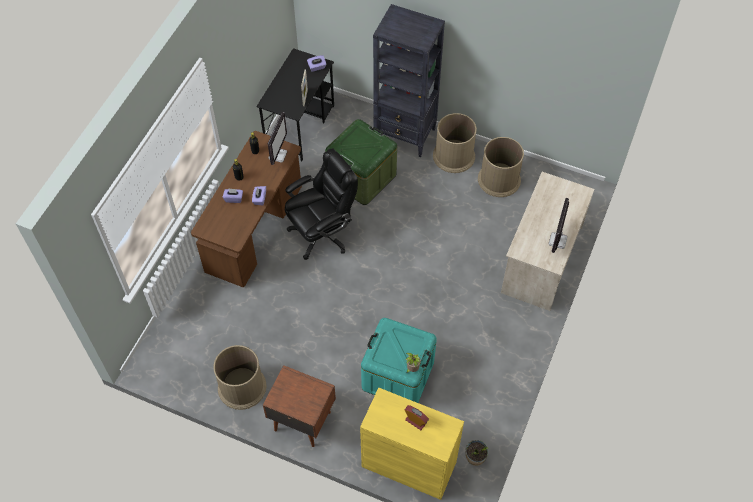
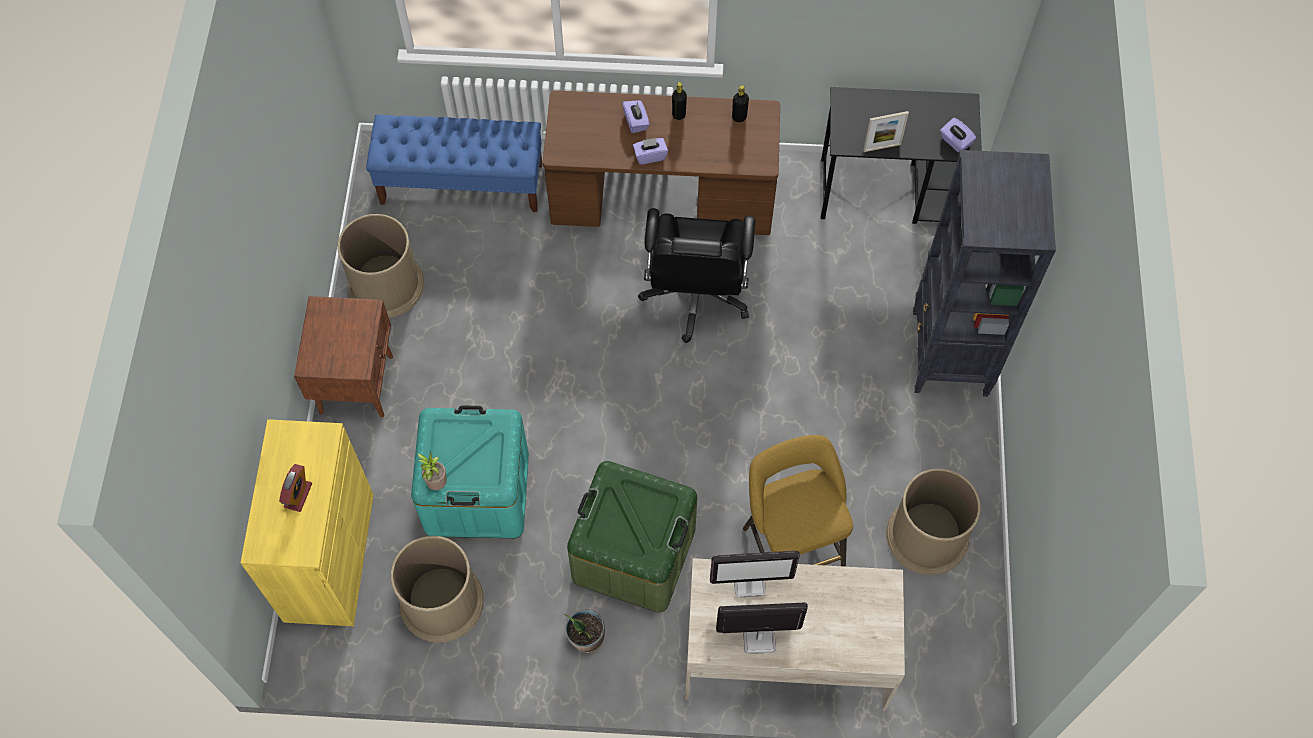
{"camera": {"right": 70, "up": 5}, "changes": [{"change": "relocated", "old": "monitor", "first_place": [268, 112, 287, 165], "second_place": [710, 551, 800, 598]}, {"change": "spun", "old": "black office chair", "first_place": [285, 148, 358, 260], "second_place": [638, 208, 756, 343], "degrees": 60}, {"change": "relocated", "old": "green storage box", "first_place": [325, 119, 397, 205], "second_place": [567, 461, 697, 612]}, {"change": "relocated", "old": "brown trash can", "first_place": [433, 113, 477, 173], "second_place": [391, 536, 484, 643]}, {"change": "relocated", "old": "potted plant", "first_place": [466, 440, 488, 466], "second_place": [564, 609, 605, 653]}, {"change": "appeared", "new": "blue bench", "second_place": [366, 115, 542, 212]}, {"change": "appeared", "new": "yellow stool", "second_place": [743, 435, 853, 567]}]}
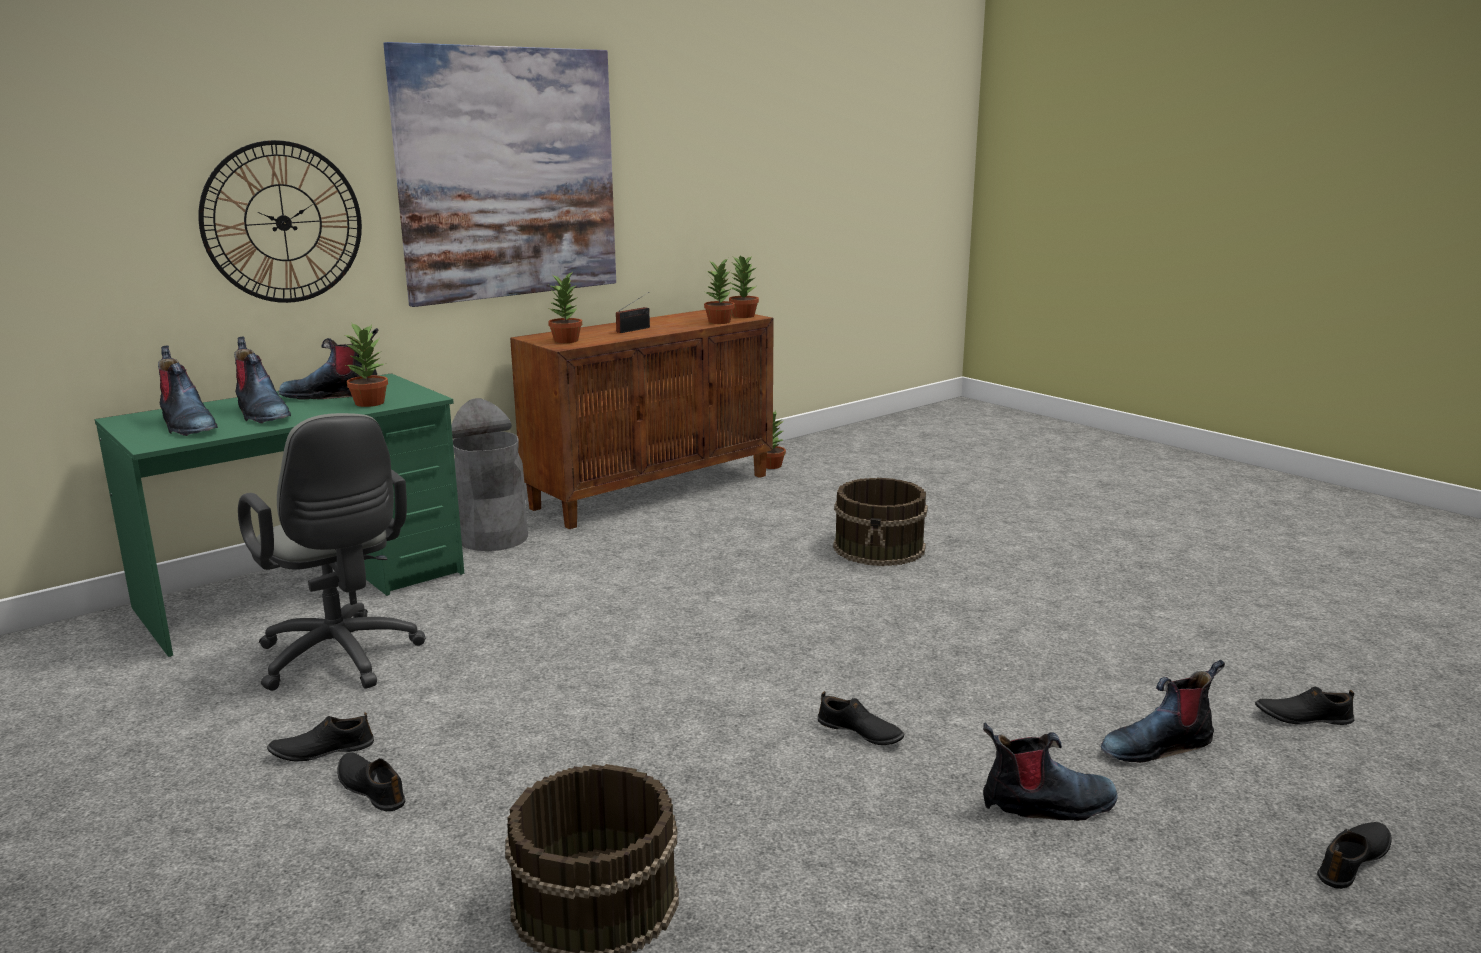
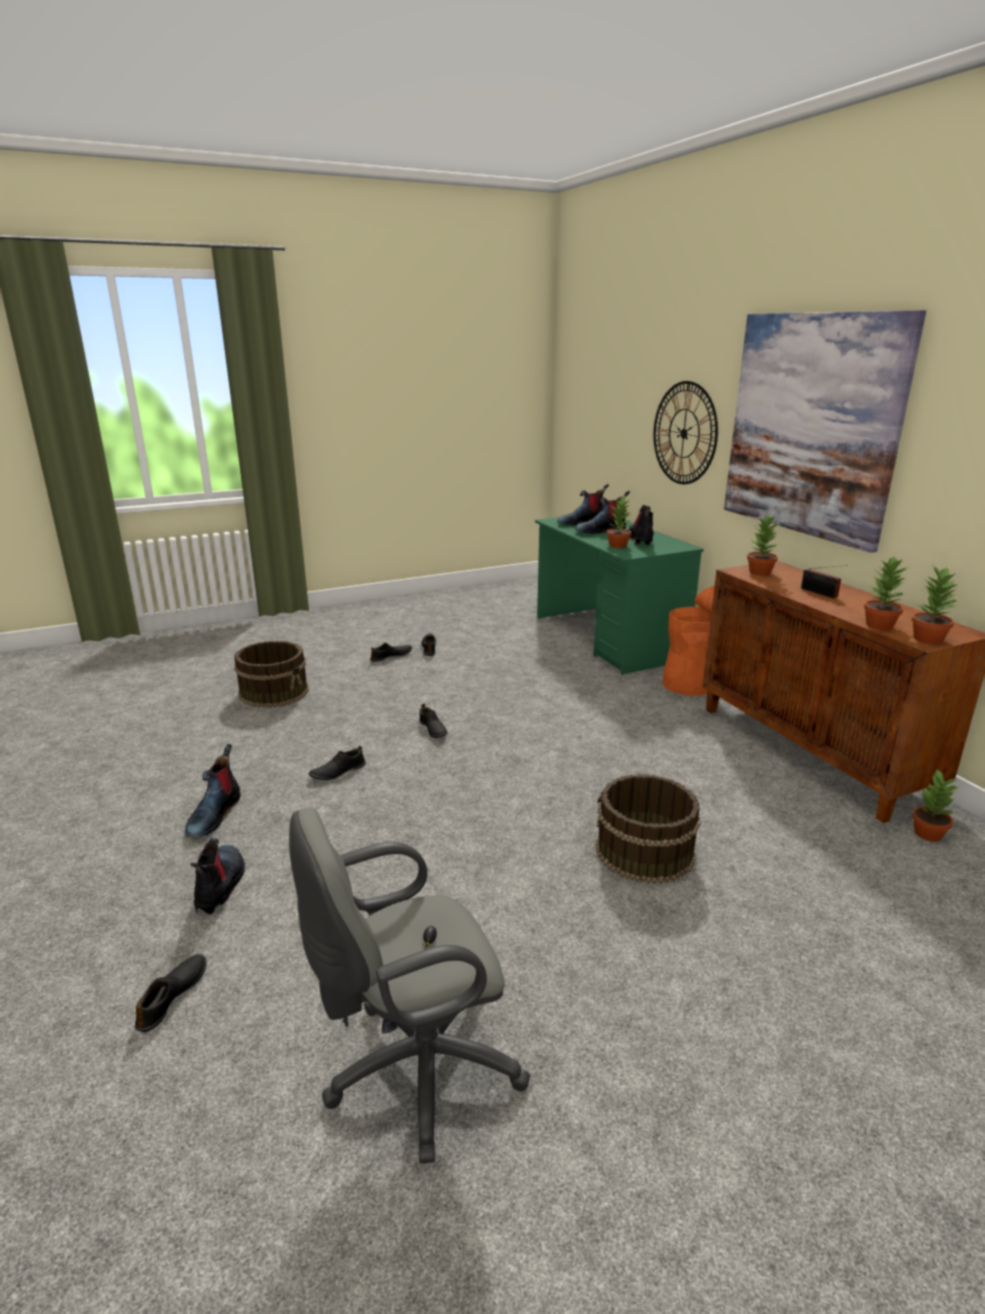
{"camera": {"right": 105, "up": 5}, "changes": [{"change": "relocated", "old": "grey office chair", "first_place": [238, 413, 426, 691], "second_place": [289, 808, 530, 1164]}, {"change": "colour", "old": "grey trash can", "new": "orange trash can", "first_place": [451, 398, 528, 551], "second_place": [663, 586, 714, 696]}, {"change": "relocated", "old": "black shoe", "first_place": [1317, 822, 1392, 889], "second_place": [419, 704, 448, 738]}]}
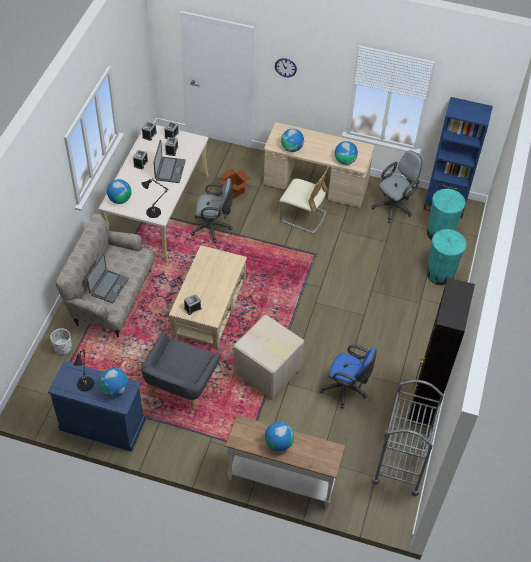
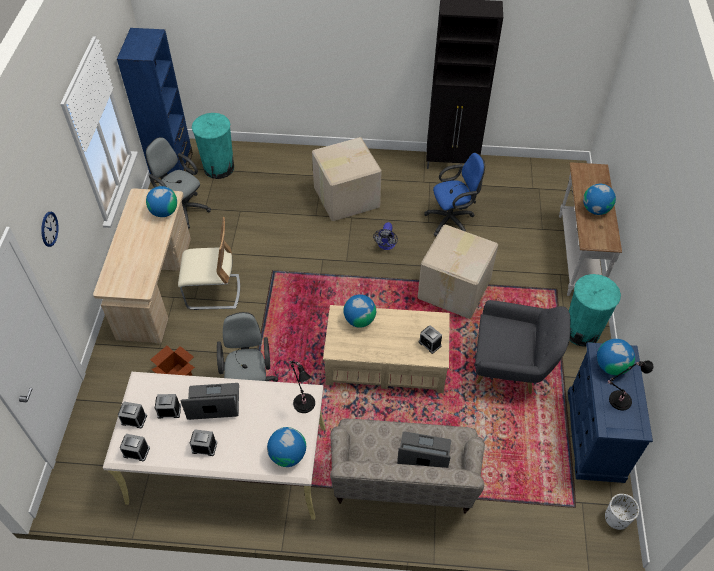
{"camera": {"right": -100, "up": 0}, "changes": [{"change": "relocated", "old": "white planter", "first_place": [50, 328, 72, 355], "second_place": [605, 494, 639, 530]}, {"change": "spun", "old": "beige chair", "first_place": [280, 164, 330, 234], "second_place": [178, 217, 240, 310], "degrees": 75}, {"change": "relocated", "old": "globe", "first_place": [281, 129, 304, 152], "second_place": [343, 294, 376, 328]}, {"change": "spun", "old": "blue office chair", "first_place": [319, 345, 377, 408], "second_place": [424, 153, 485, 236], "degrees": 60}, {"change": "missing", "old": "grey cart", "first_place": [372, 380, 444, 496]}, {"change": "relocated", "old": "turquoise trash can", "first_place": [427, 229, 467, 286], "second_place": [569, 274, 621, 347]}, {"change": "appeared", "new": "cardboard box", "second_place": [312, 137, 382, 221]}, {"change": "appeared", "new": "fan", "second_place": [373, 222, 398, 250]}]}
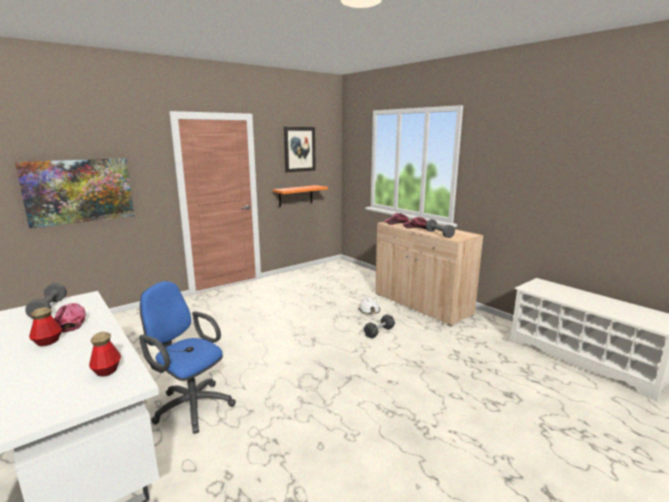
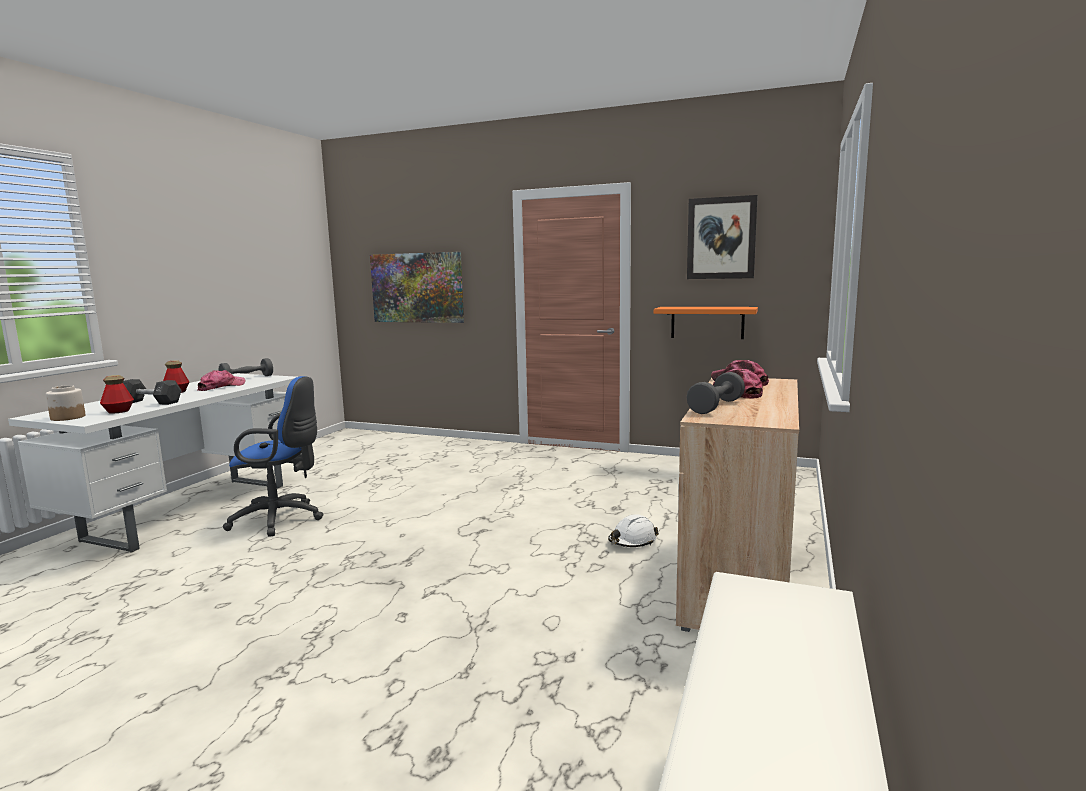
{"camera": {"right": 60, "up": -5}, "changes": [{"change": "spun", "old": "blue office chair", "first_place": [139, 281, 236, 434], "second_place": [223, 376, 324, 537], "degrees": 90}, {"change": "relocated", "old": "black dumbbell", "first_place": [364, 314, 395, 339], "second_place": [123, 379, 182, 405]}, {"change": "appeared", "new": "jar", "second_place": [46, 385, 86, 421]}]}
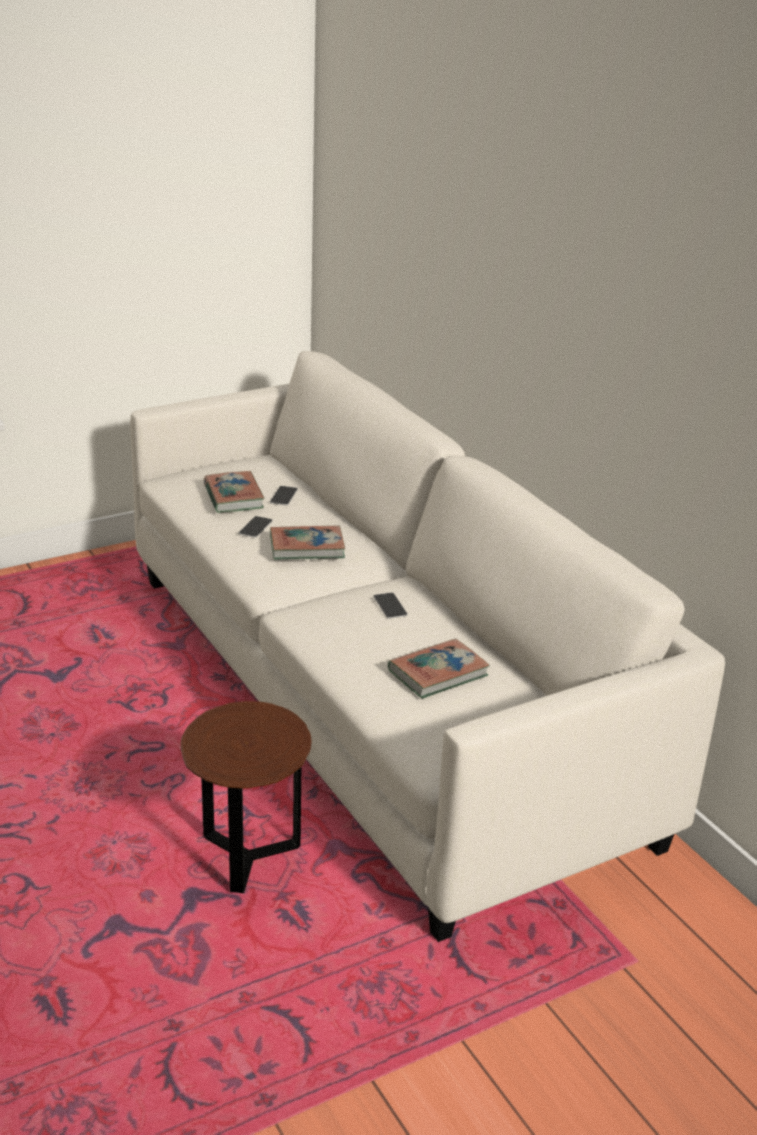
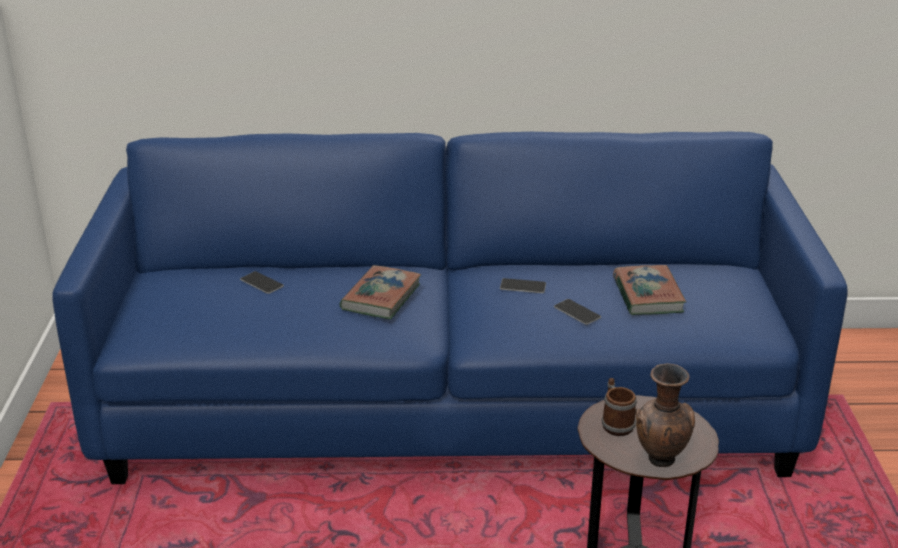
{"camera": {"right": -60, "up": 0}, "changes": [{"change": "colour", "old": "white sofa", "new": "blue sofa", "first_place": [130, 351, 725, 942], "second_place": [52, 132, 847, 484]}, {"change": "missing", "old": "book", "first_place": [204, 471, 265, 513]}, {"change": "relocated", "old": "phone", "first_place": [239, 516, 273, 538], "second_place": [554, 299, 601, 325]}, {"change": "appeared", "new": "mug", "second_place": [601, 378, 637, 436]}, {"change": "appeared", "new": "brown vase", "second_place": [635, 364, 695, 467]}]}
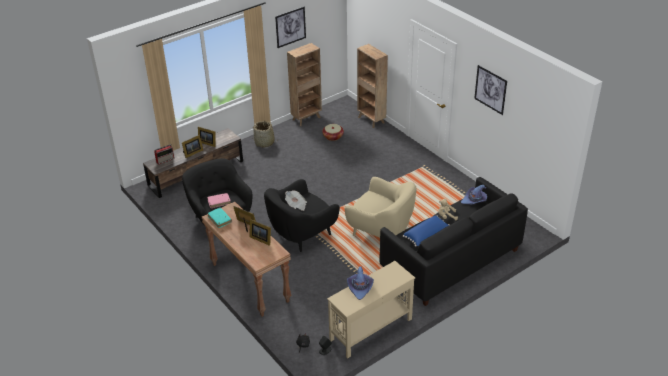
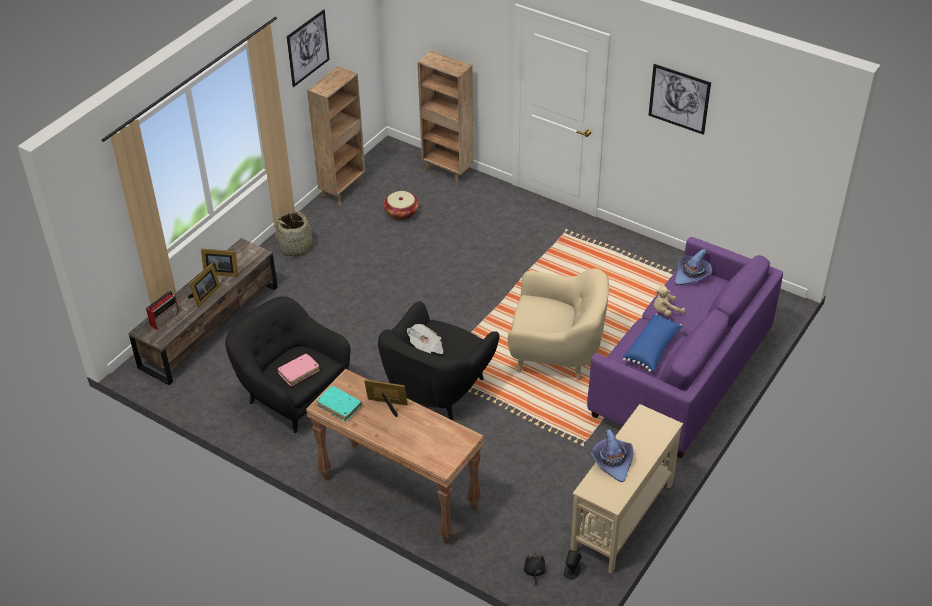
{"camera": {"right": -20, "up": 5}, "changes": [{"change": "missing", "old": "picture frame", "first_place": [249, 219, 271, 246]}, {"change": "colour", "old": "black sofa", "new": "purple sofa", "first_place": [380, 177, 528, 306], "second_place": [587, 237, 783, 458]}]}
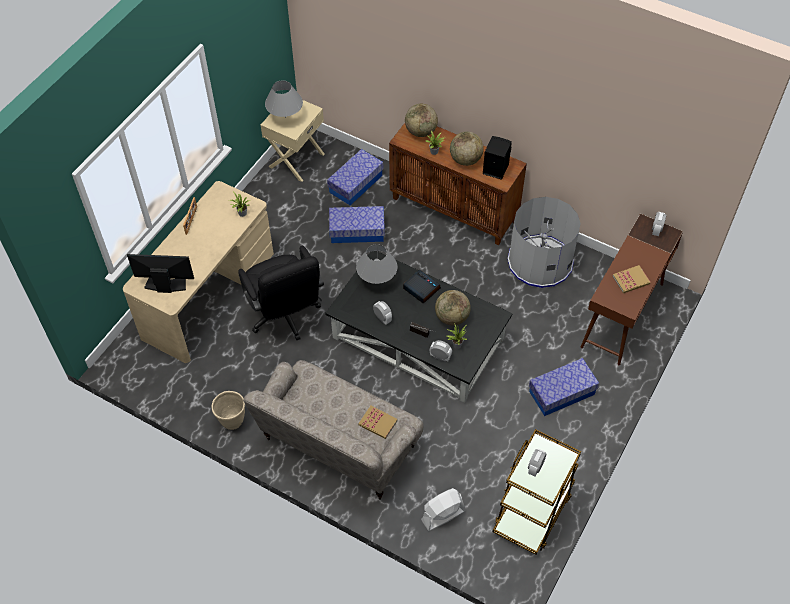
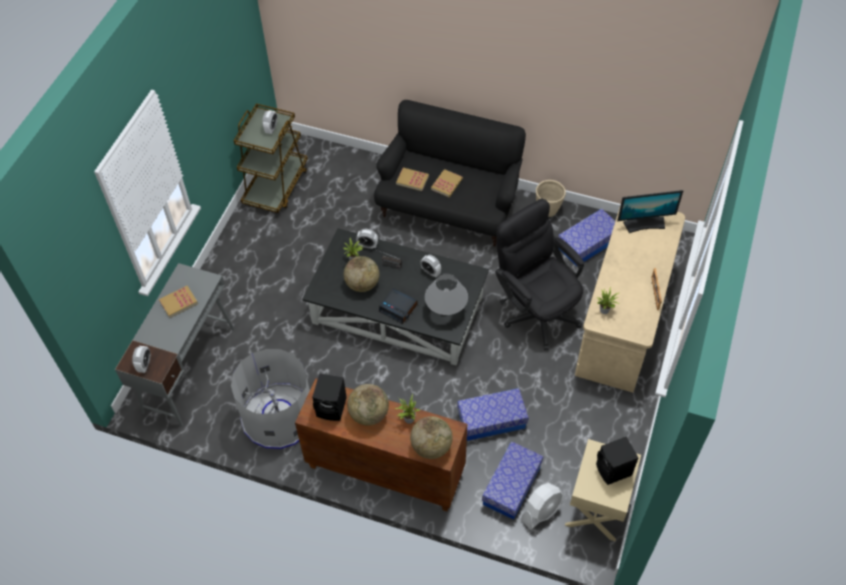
{"camera": {"right": 170, "up": 0}, "changes": [{"change": "colour", "old": "beige sofa", "new": "black sofa", "first_place": [243, 360, 424, 500], "second_place": [374, 100, 526, 246]}, {"change": "exchanged", "old": "grey table lamp", "new": "black speaker", "first_place": [265, 80, 303, 118], "second_place": [596, 437, 638, 485]}, {"change": "relocated", "old": "white fan", "first_place": [421, 488, 466, 531], "second_place": [520, 483, 563, 530]}, {"change": "relocated", "old": "storage box", "first_place": [529, 358, 600, 416], "second_place": [558, 209, 615, 266]}, {"change": "colour", "old": "brown desk", "new": "grey desk", "first_place": [581, 214, 683, 365], "second_place": [115, 263, 234, 427]}, {"change": "appeared", "new": "book", "second_place": [431, 169, 463, 197]}]}
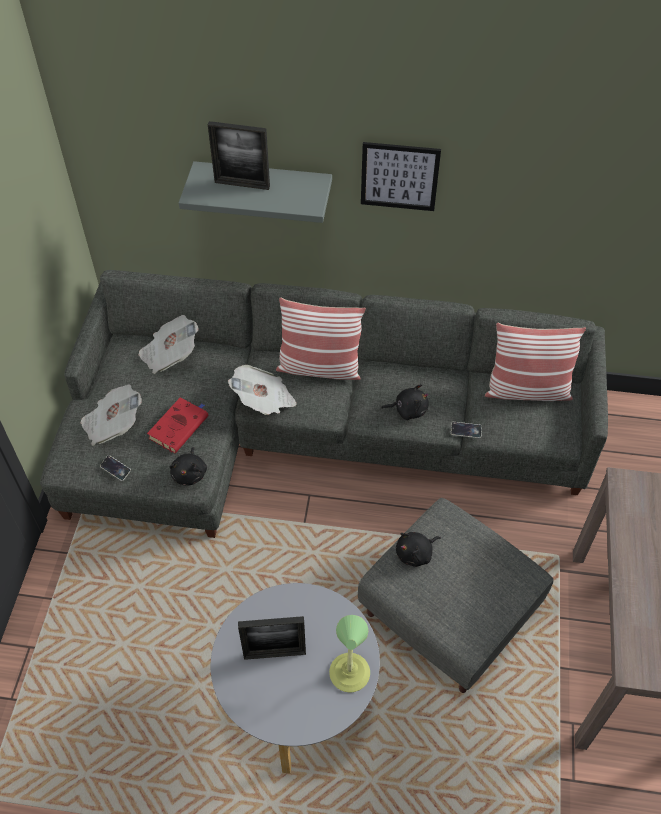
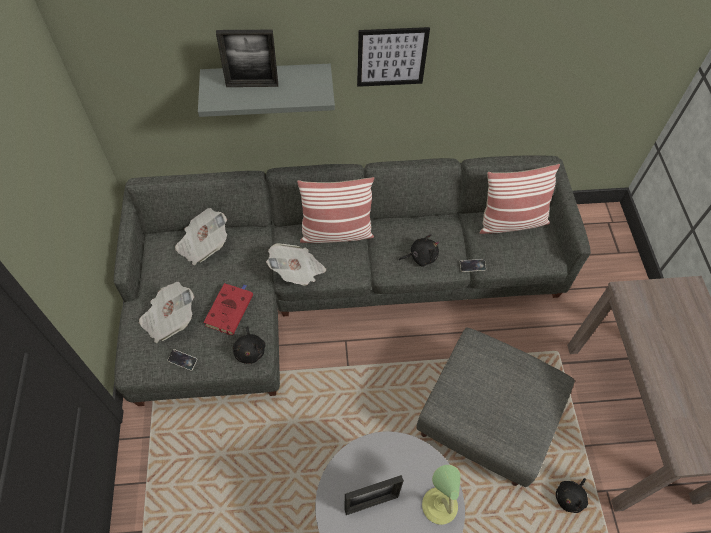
{"camera": {"right": -15, "up": 5}, "changes": [{"change": "relocated", "old": "black plush toy", "first_place": [396, 532, 441, 567], "second_place": [556, 478, 588, 513]}]}
